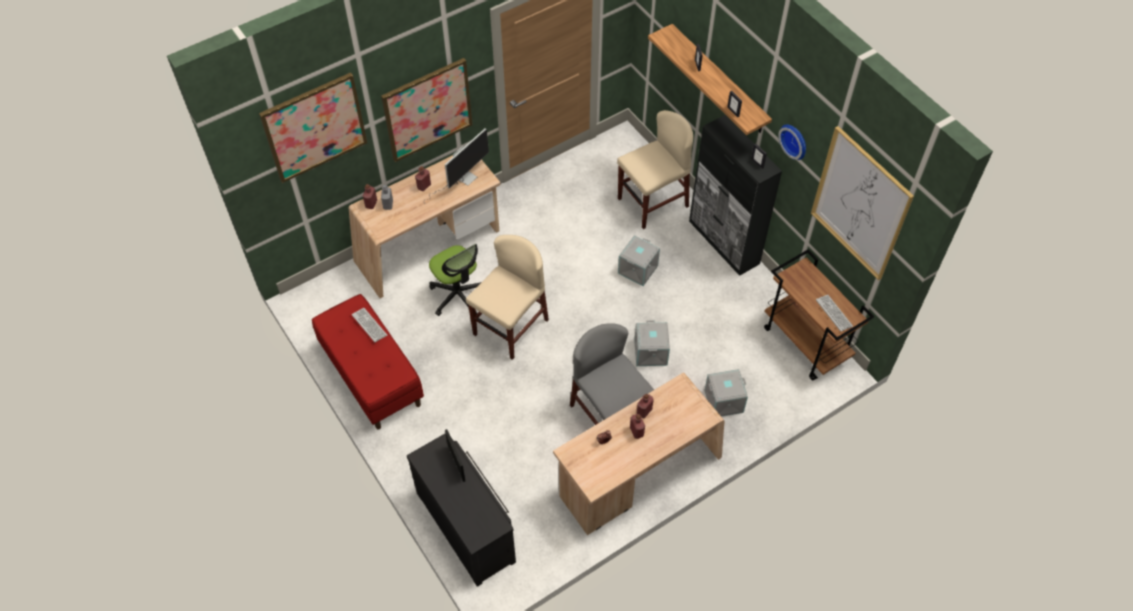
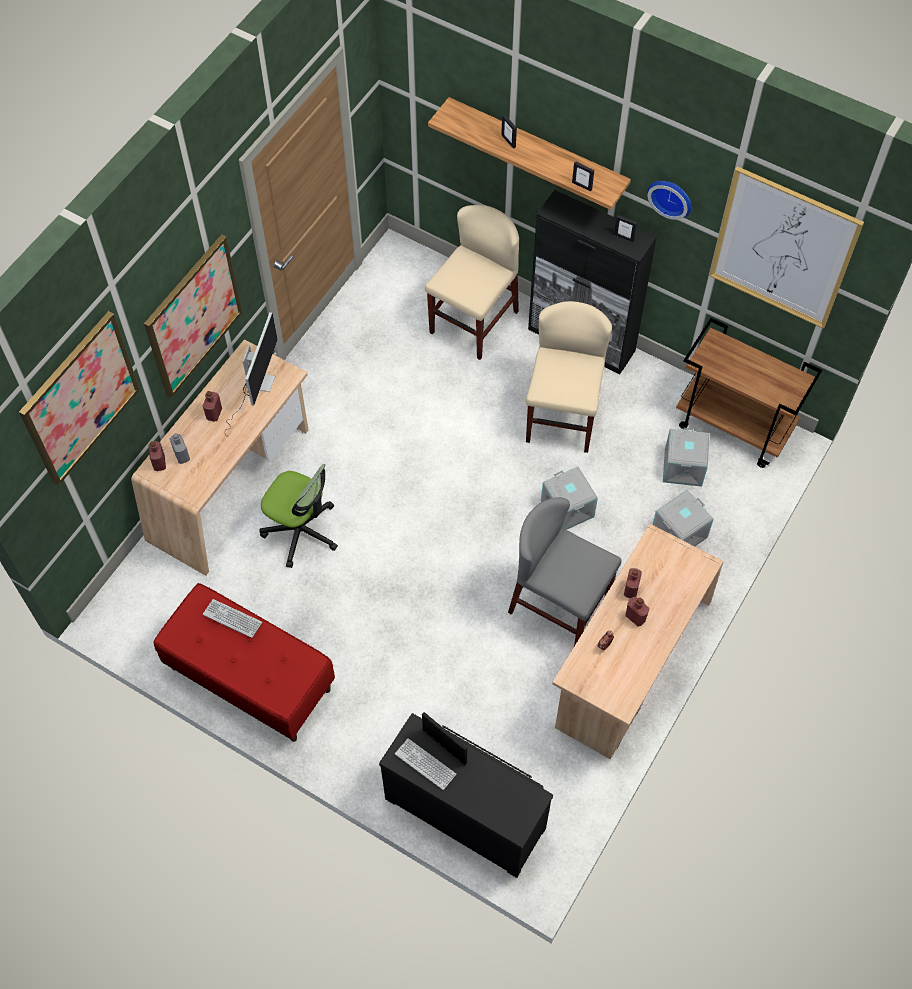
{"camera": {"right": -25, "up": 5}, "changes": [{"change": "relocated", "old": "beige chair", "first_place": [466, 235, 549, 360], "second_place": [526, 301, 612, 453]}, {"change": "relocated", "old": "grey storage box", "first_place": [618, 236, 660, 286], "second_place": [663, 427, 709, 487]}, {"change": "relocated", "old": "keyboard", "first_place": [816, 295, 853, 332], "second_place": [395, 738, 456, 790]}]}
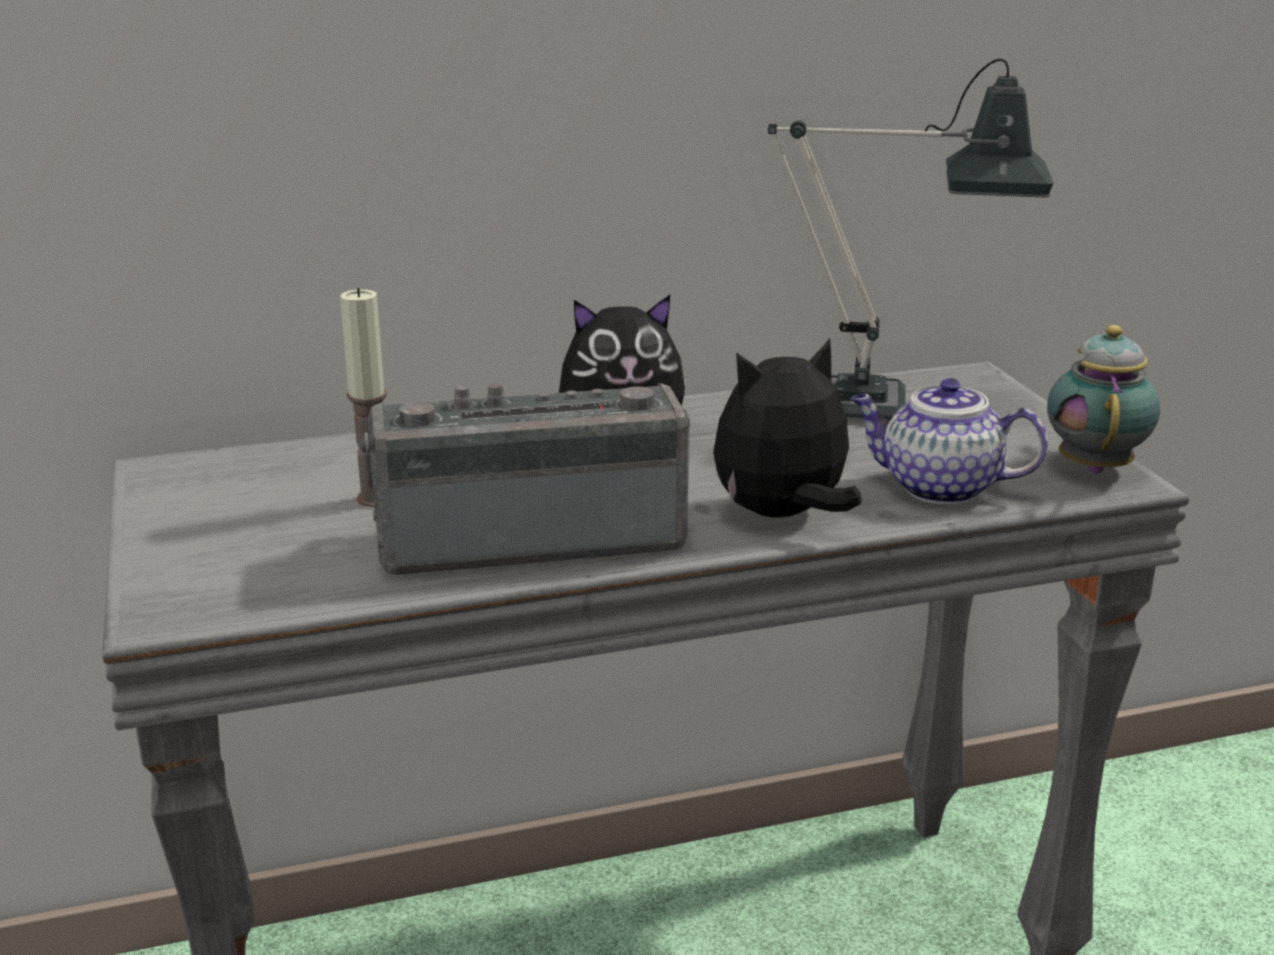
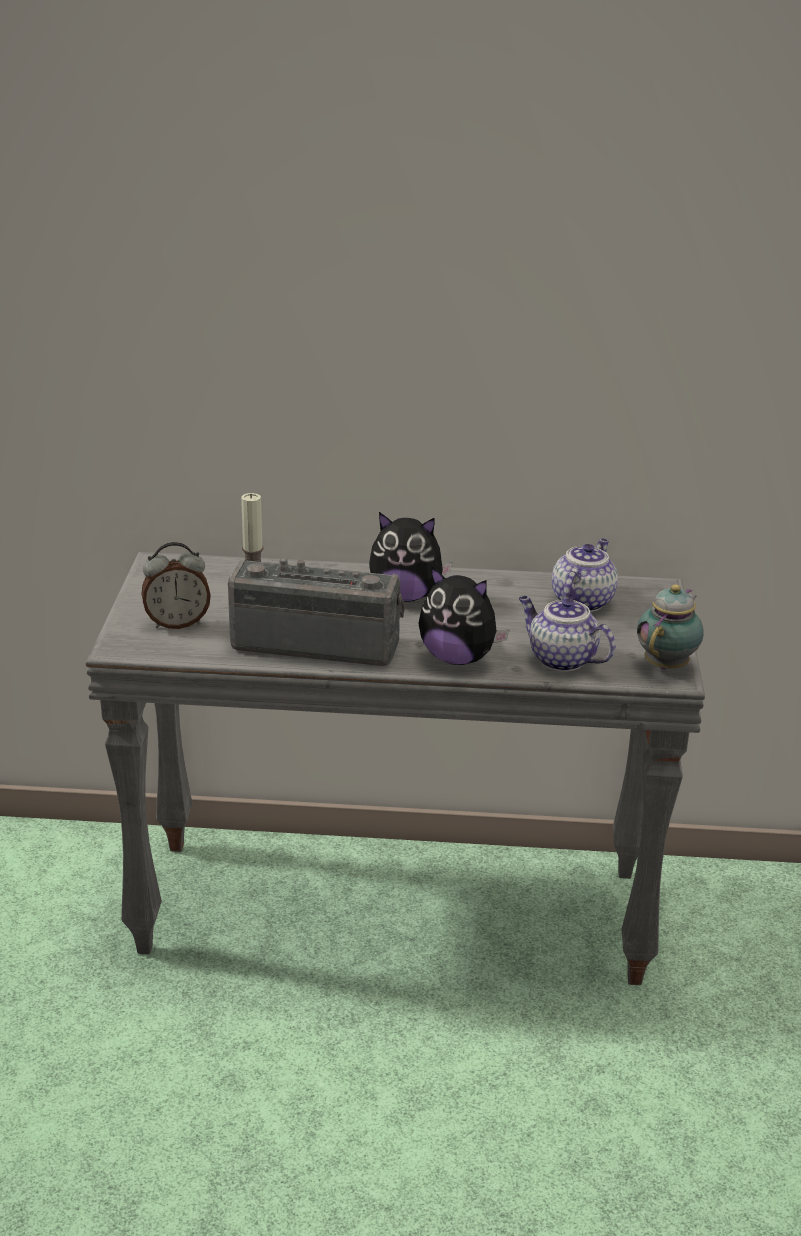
{"camera": {"right": 20, "up": 5}, "changes": [{"change": "spun", "old": "plush toy", "first_place": [713, 338, 862, 518], "second_place": [418, 566, 509, 665], "degrees": -150}, {"change": "exchanged", "old": "table lamp", "new": "teapot", "first_place": [768, 59, 1054, 420], "second_place": [552, 538, 618, 612]}, {"change": "appeared", "new": "alarm clock", "second_place": [141, 542, 211, 629]}]}
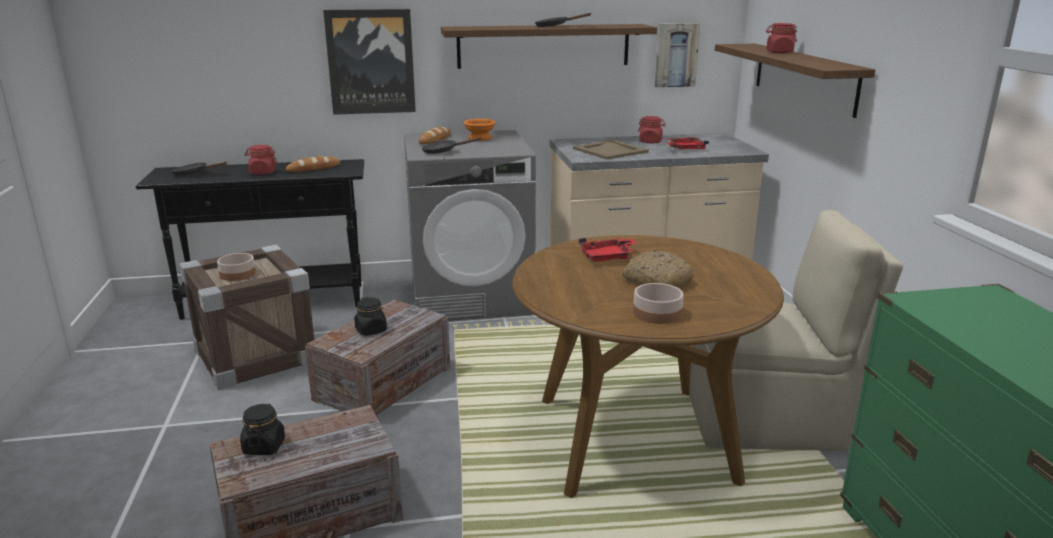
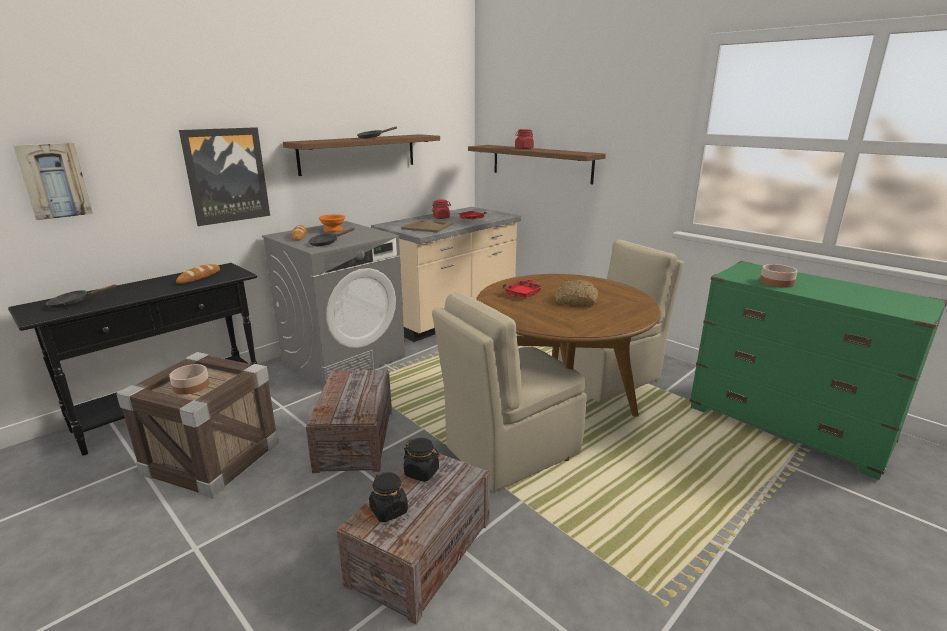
{"camera": {"right": -35, "up": 0}, "changes": [{"change": "missing", "old": "red jar", "first_place": [245, 145, 277, 175]}, {"change": "relocated", "old": "black jar", "first_place": [354, 297, 387, 336], "second_place": [404, 438, 439, 482]}, {"change": "relocated", "old": "bowl", "first_place": [633, 283, 684, 324], "second_place": [760, 264, 798, 288]}, {"change": "relocated", "old": "picture", "first_place": [655, 23, 700, 88], "second_place": [13, 143, 93, 220]}, {"change": "appeared", "new": "beige chair", "second_place": [432, 292, 587, 492]}]}
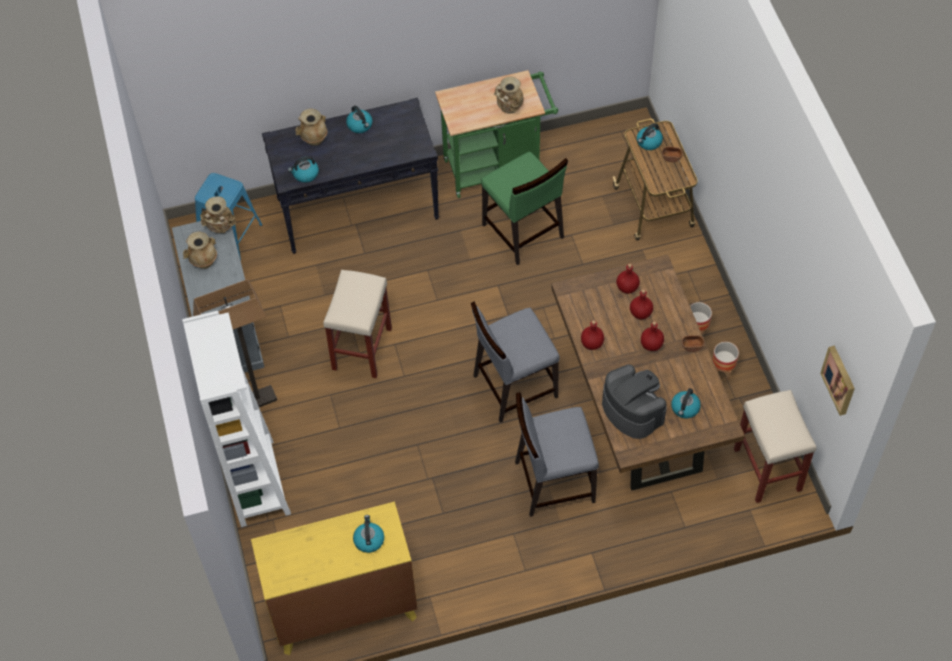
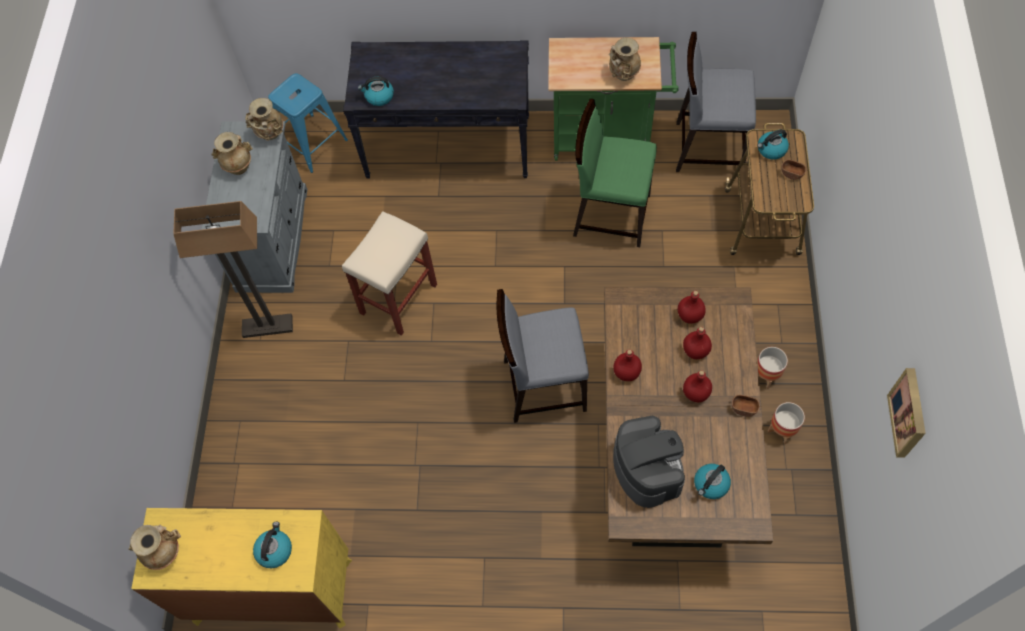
{"camera": {"right": 20, "up": 5}, "changes": [{"change": "missing", "old": "white bookcase", "first_place": [182, 311, 291, 527]}, {"change": "relocated", "old": "beige vase", "first_place": [295, 108, 328, 146], "second_place": [128, 525, 181, 570]}, {"change": "missing", "old": "kettle", "first_place": [346, 106, 372, 133]}, {"change": "spun", "old": "green chair", "first_place": [481, 152, 568, 265], "second_place": [573, 99, 657, 247], "degrees": 120}, {"change": "relocated", "old": "grey chair", "first_place": [515, 392, 599, 517], "second_place": [676, 32, 756, 172]}, {"change": "missing", "old": "beige stool", "first_place": [734, 390, 817, 503]}, {"change": "relocated", "old": "picture", "first_place": [820, 346, 855, 416], "second_place": [887, 368, 926, 458]}]}
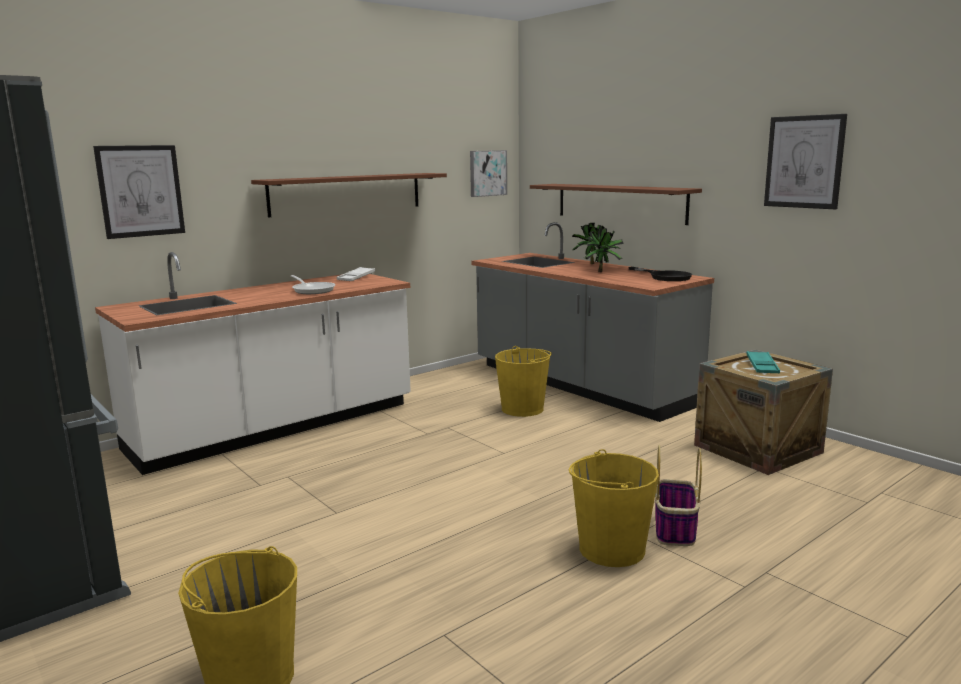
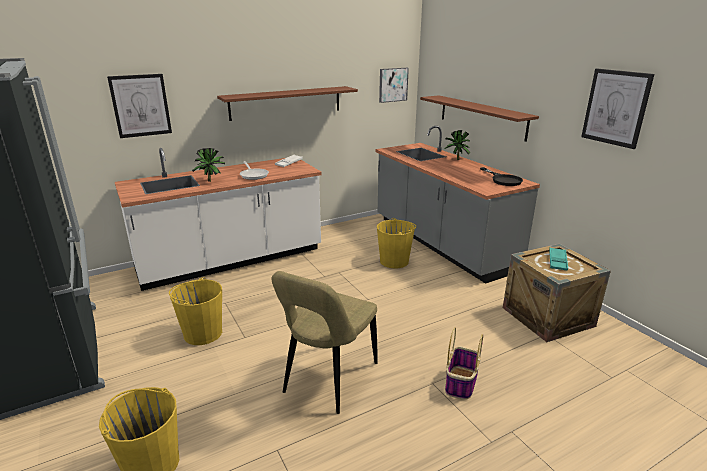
{"camera": {"right": 10, "up": 10}, "changes": [{"change": "relocated", "old": "yellow bucket", "first_place": [569, 449, 659, 567], "second_place": [169, 277, 222, 345]}, {"change": "relocated", "old": "potted plant", "first_place": [584, 228, 624, 272], "second_place": [192, 148, 225, 182]}, {"change": "appeared", "new": "beige chair", "second_place": [271, 271, 377, 414]}]}
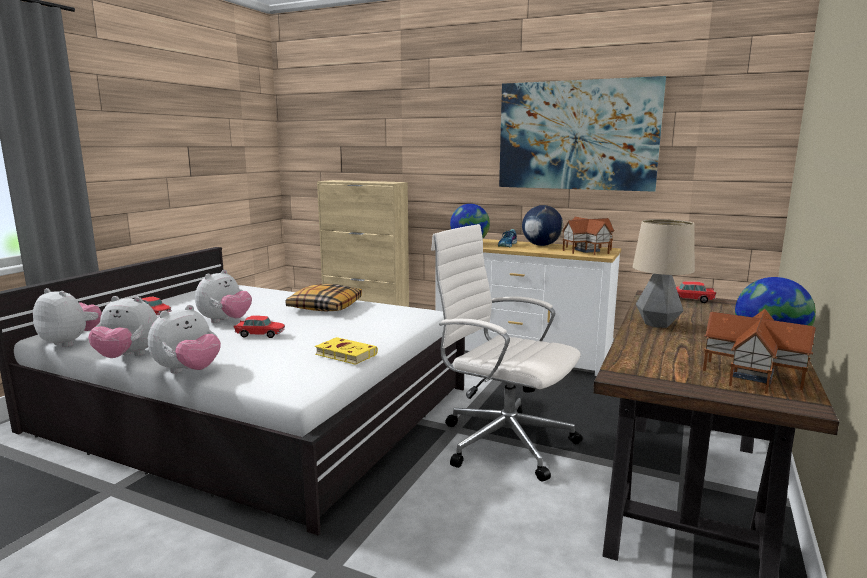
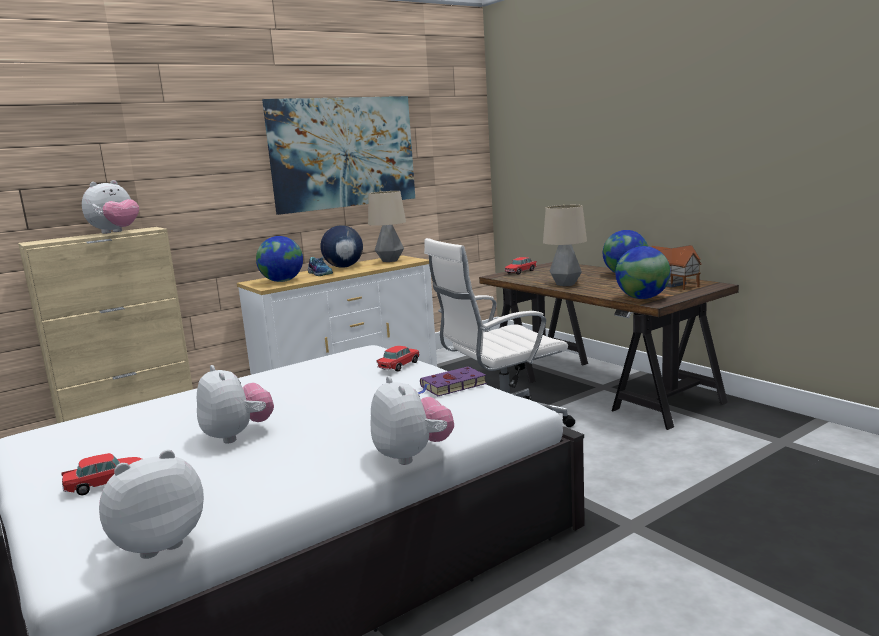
{"camera": {"right": -60, "up": 0}, "changes": [{"change": "relocated", "old": "plush toy", "first_place": [88, 296, 157, 358], "second_place": [82, 180, 139, 234]}, {"change": "relocated", "old": "toy car", "first_place": [234, 315, 285, 338], "second_place": [377, 346, 420, 372]}, {"change": "missing", "old": "pillow", "first_place": [286, 284, 362, 311]}, {"change": "colour", "old": "yellow book", "new": "purple book", "first_place": [315, 337, 378, 365], "second_place": [417, 367, 487, 396]}, {"change": "exchanged", "old": "toy house", "new": "table lamp", "first_place": [562, 217, 615, 255], "second_place": [368, 191, 406, 262]}, {"change": "appeared", "new": "globe", "second_place": [615, 246, 671, 299]}]}
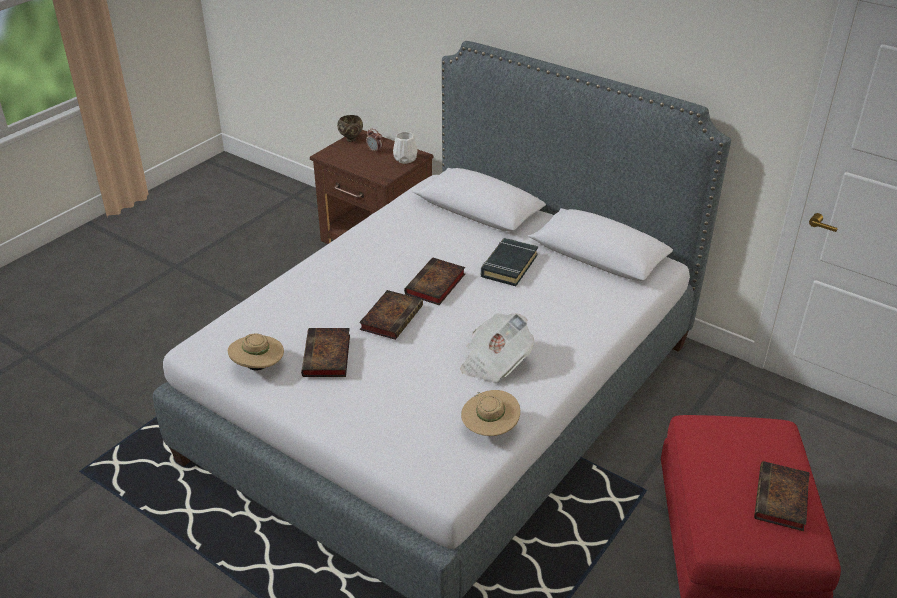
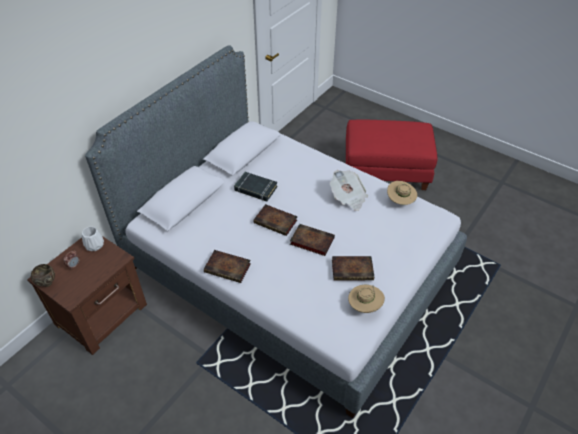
{"camera": {"right": -90, "up": 10}, "changes": [{"change": "relocated", "old": "book", "first_place": [754, 461, 810, 531], "second_place": [204, 250, 251, 283]}]}
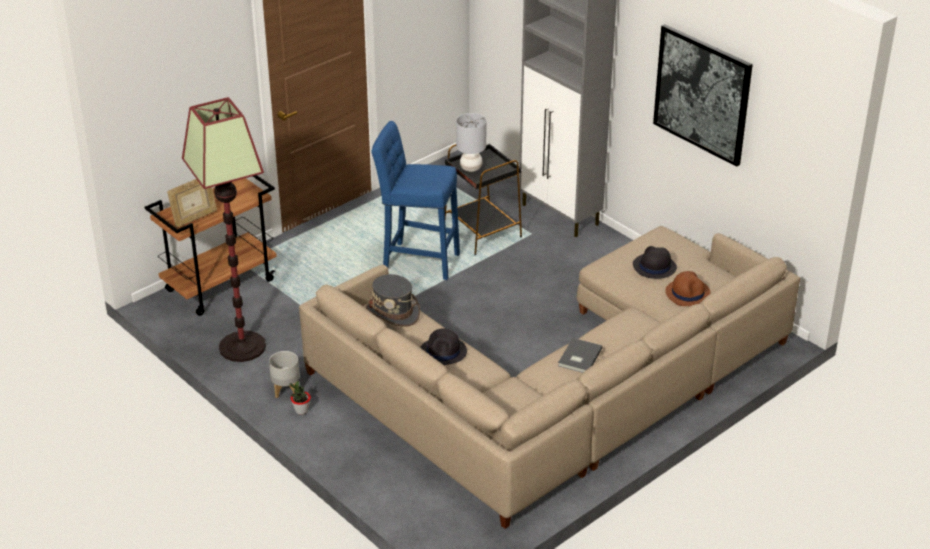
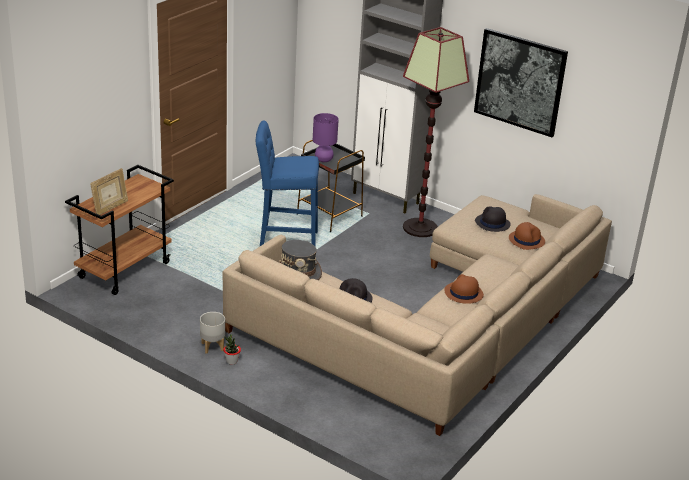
{"camera": {"right": -15, "up": -5}, "changes": [{"change": "relocated", "old": "floor lamp", "first_place": [182, 97, 266, 362], "second_place": [403, 27, 469, 237]}, {"change": "colour", "old": "grey table lamp", "new": "purple table lamp", "first_place": [456, 113, 487, 172], "second_place": [313, 113, 339, 162]}, {"change": "exchanged", "old": "grey book", "new": "brown hat", "first_place": [558, 338, 603, 373], "second_place": [444, 274, 484, 304]}]}
